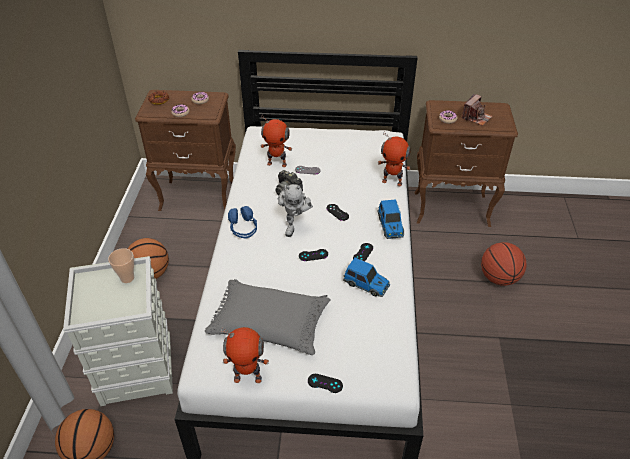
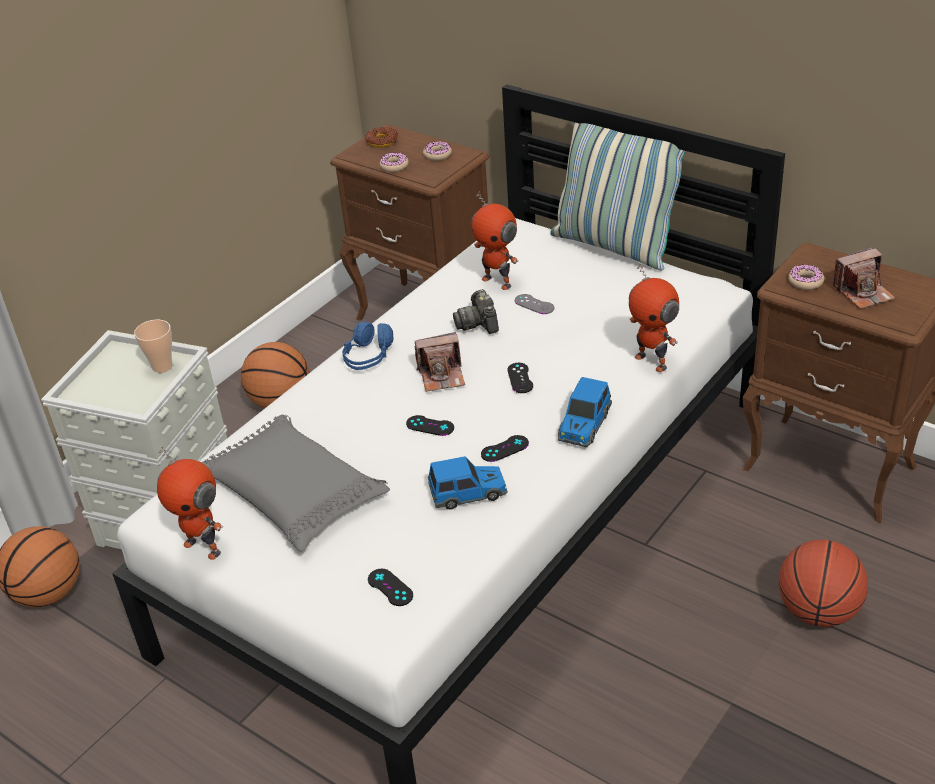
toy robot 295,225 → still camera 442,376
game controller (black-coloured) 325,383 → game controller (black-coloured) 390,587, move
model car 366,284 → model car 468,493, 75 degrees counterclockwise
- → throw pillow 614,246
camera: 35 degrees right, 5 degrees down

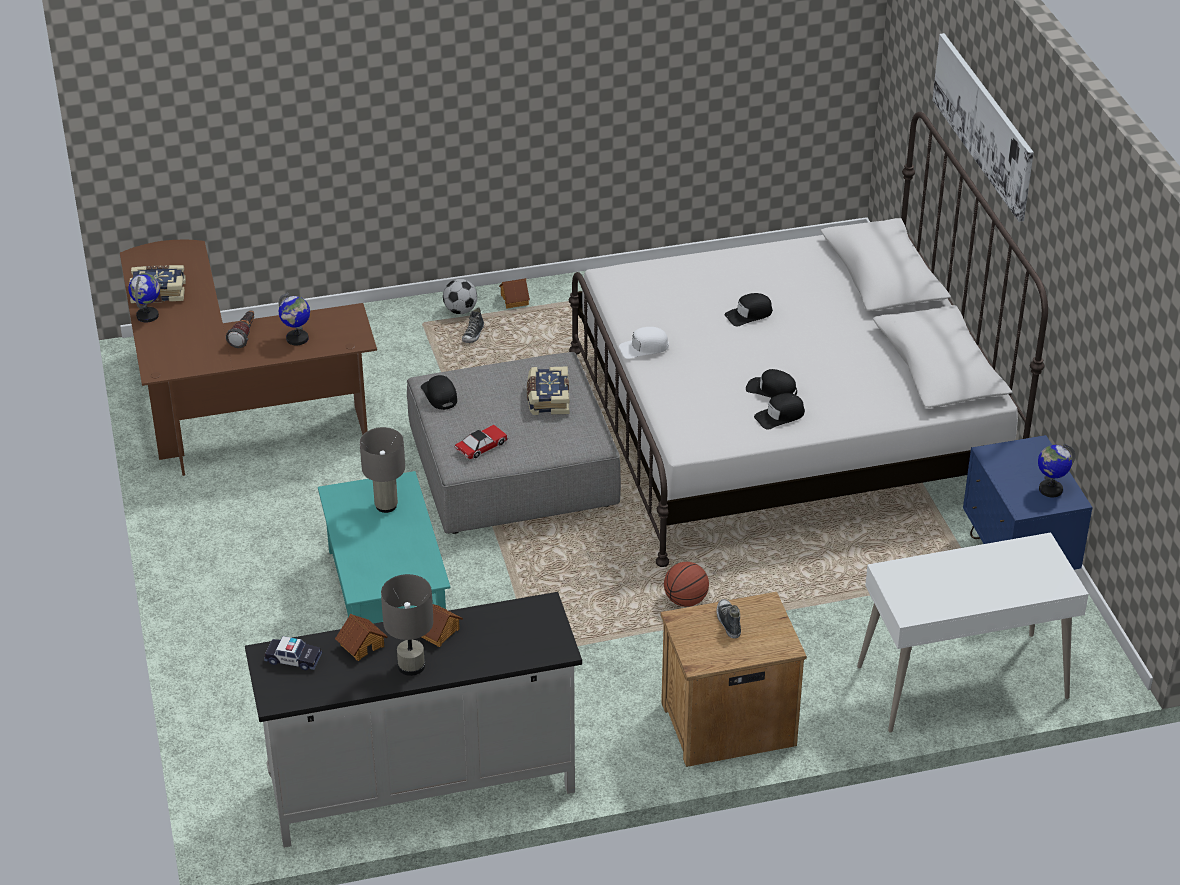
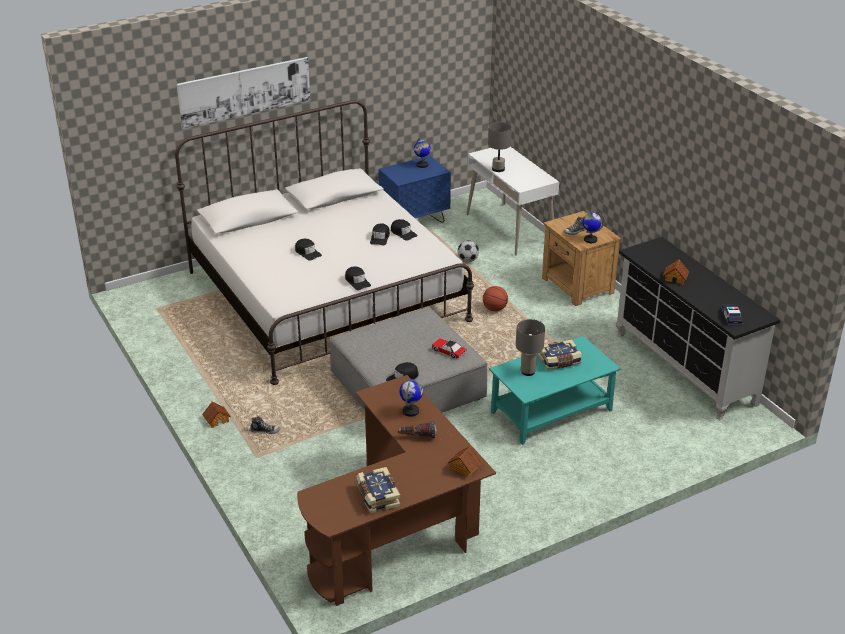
world globe 148,316 → world globe 590,239, move
miniature house 362,645 → miniature house 464,467, move
tabletop lamp (greyish) 411,666 → tabletop lamp (greyish) 498,169, move
ball for football 460,310 → ball for football 467,260, move
volume 547,399 → volume 559,361, move
peaked cap (white) 644,348 → peaked cap (black-coloured) 357,281
camera: 105 degrees left, 5 degrees down

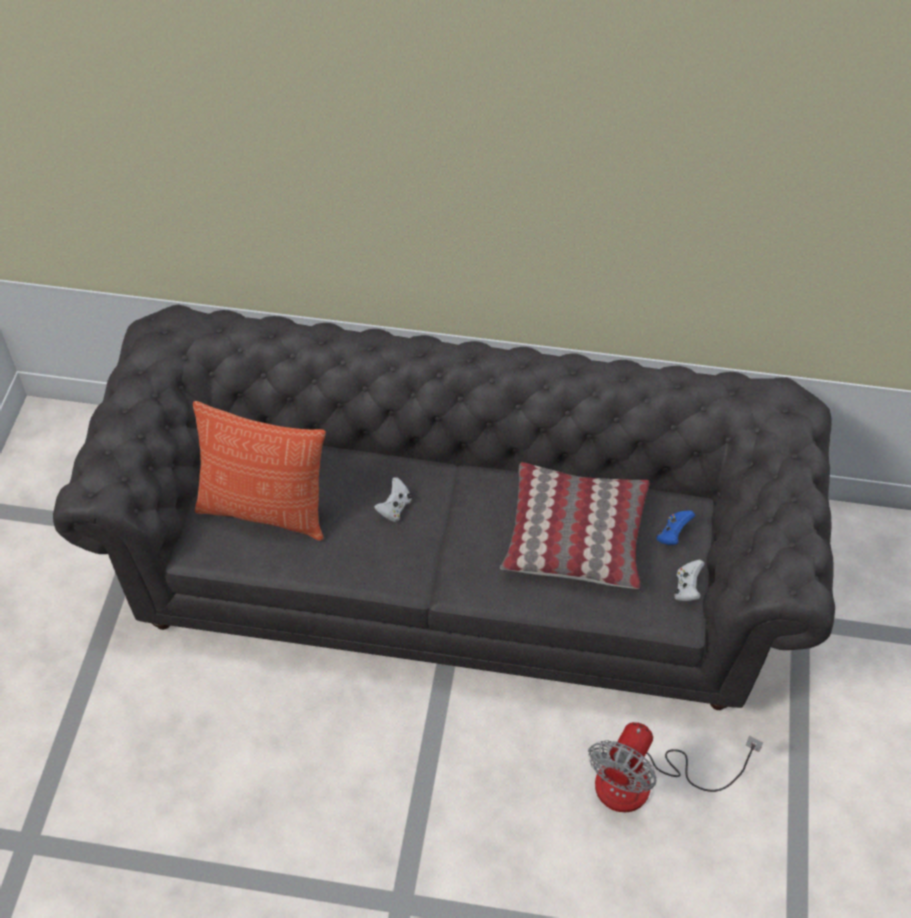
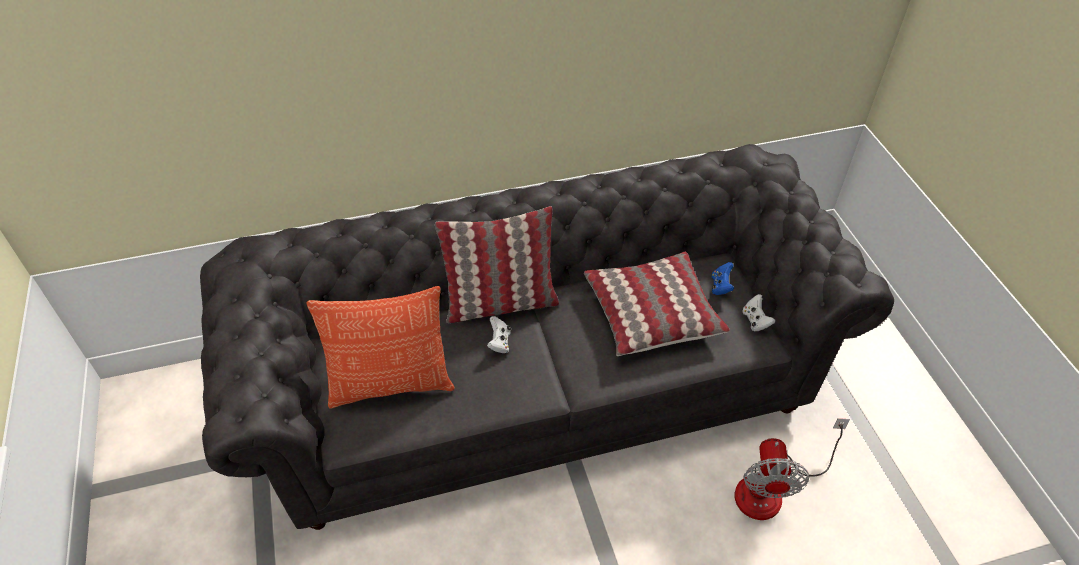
- → throw pillow 500,303
camera: 25 degrees left, 5 degrees down

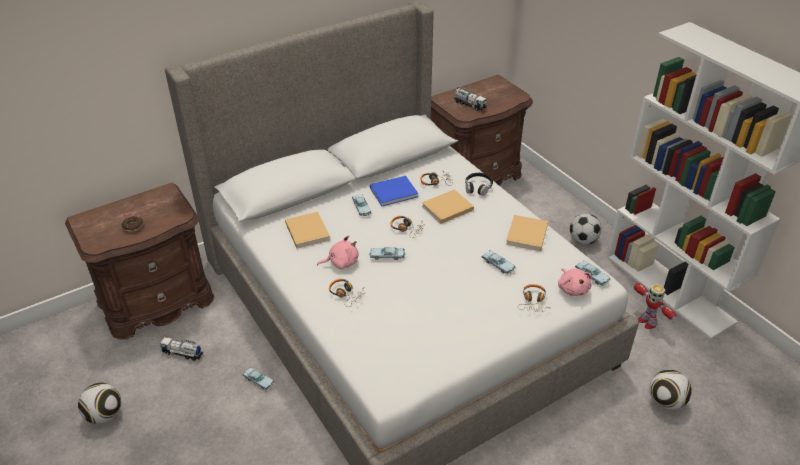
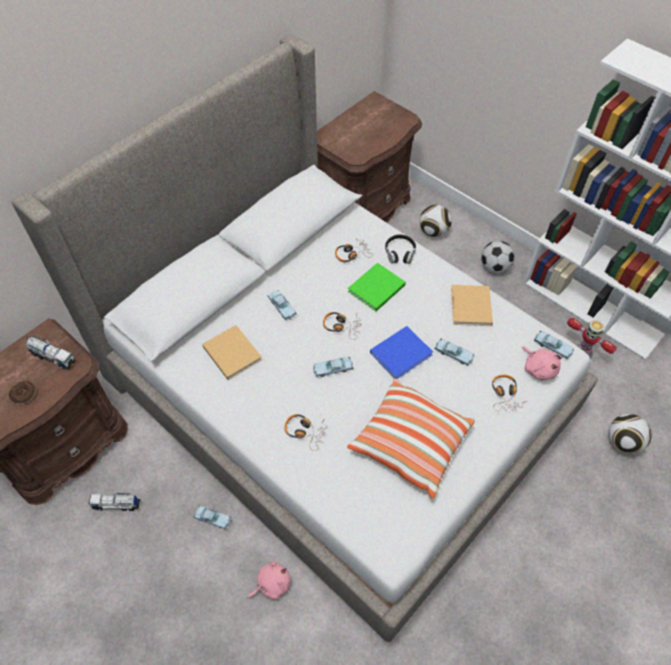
ball for football 104,415 → ball for football 433,231, move
soft toy (pinkish) 341,262 → soft toy (pinkish) 271,584, move
volume (bluish) 395,192 → volume (bluish) 402,353, move
volume (beige-coloured) 446,208 → volume (green) 375,289
toy truck 469,105 → toy truck 53,357, move
- → throw pillow 410,443
camera: 15 degrees left, 15 degrees up

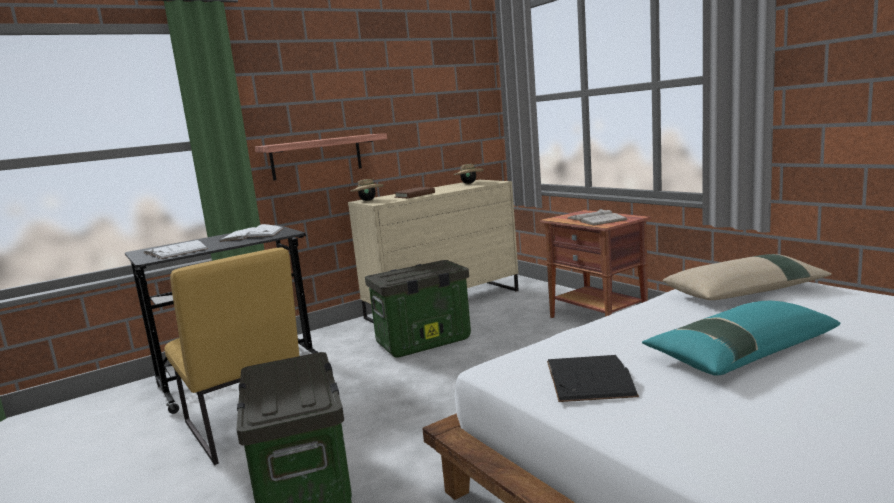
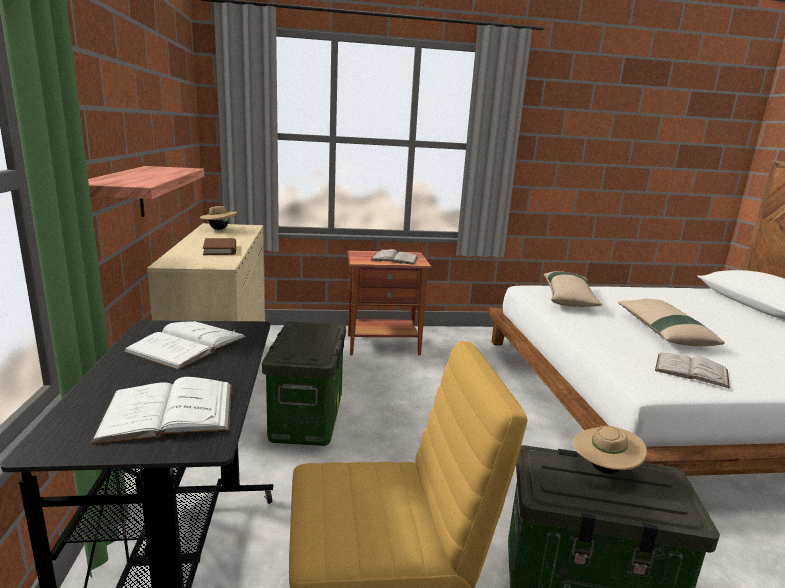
clothing hat (beige-coloured) 368,200 → clothing hat (beige-coloured) 603,469, move
volume (black-coloured) 589,378 → volume (white) 691,370
throw pillow (turquoise-coloured) 740,351 → throw pillow (beige-coloured) 663,331
camera: 65 degrees left, 5 degrees up

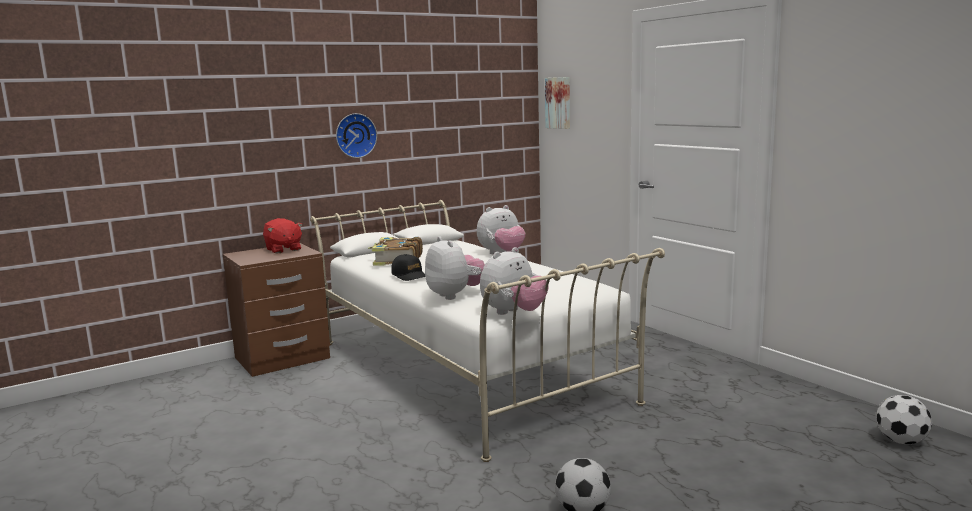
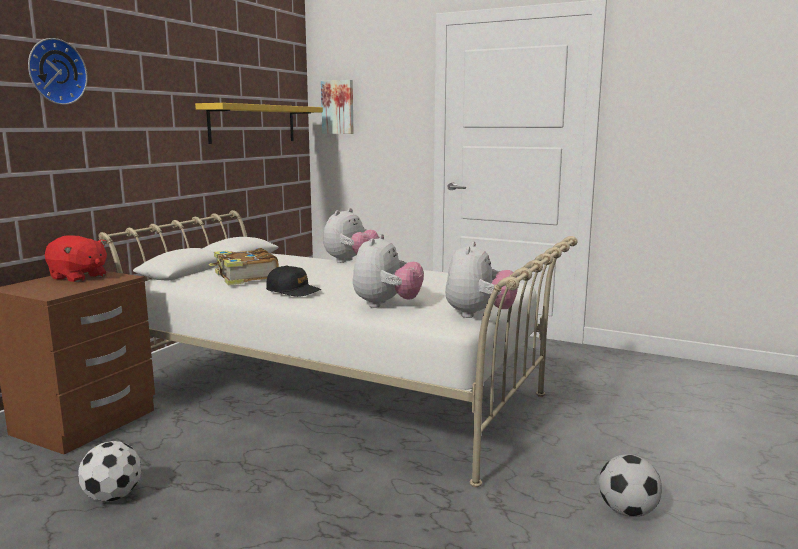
wall clock 355,135 → wall clock 55,72, move
soft toy 455,295 → soft toy 386,305, 75 degrees clockwise
ball for football 900,441 → ball for football 112,496, move
- → bracket shelf (yellow-coloured) 253,124
camera: 30 degrees left, 0 degrees up

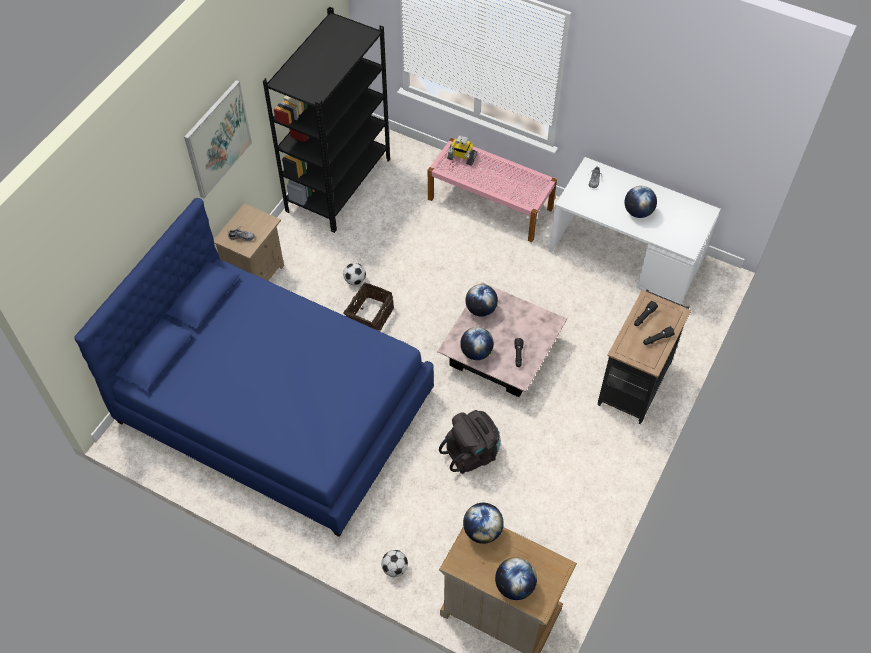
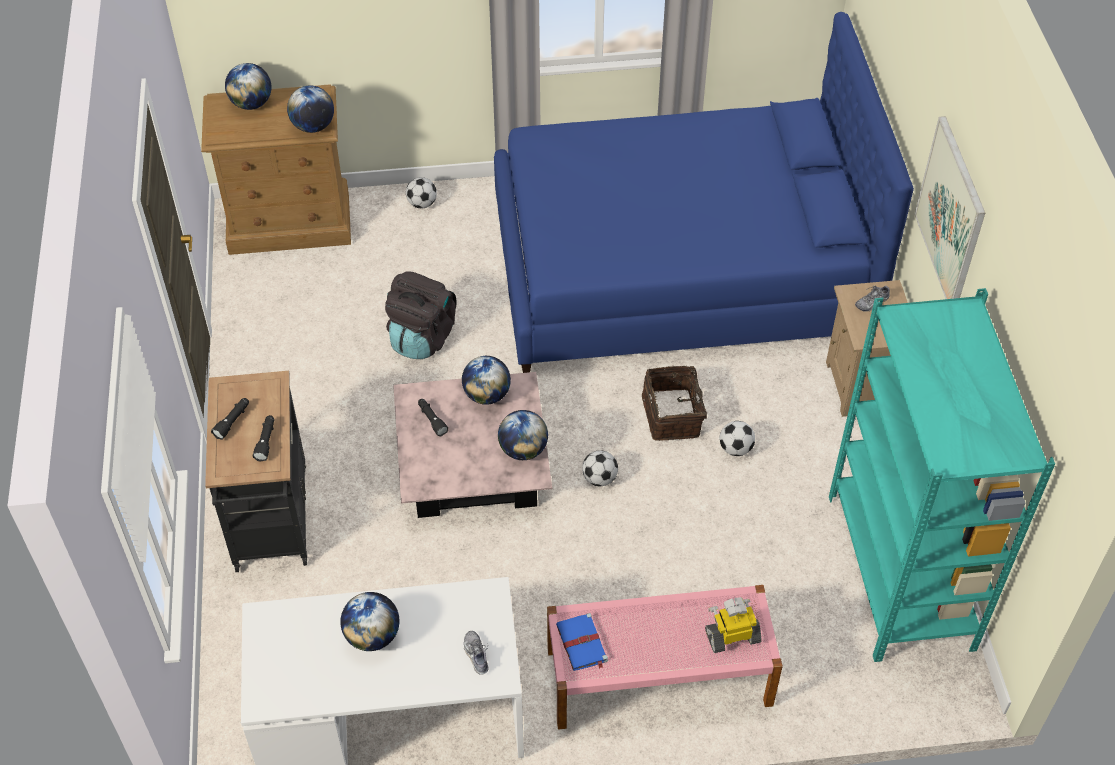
bookcase (black-coloured) 338,185 → bookcase (turquoise-coloured) 899,571
- → volume (bluish) 582,644
- → ball for football 599,478
camera: 145 degrees right, 5 degrees down

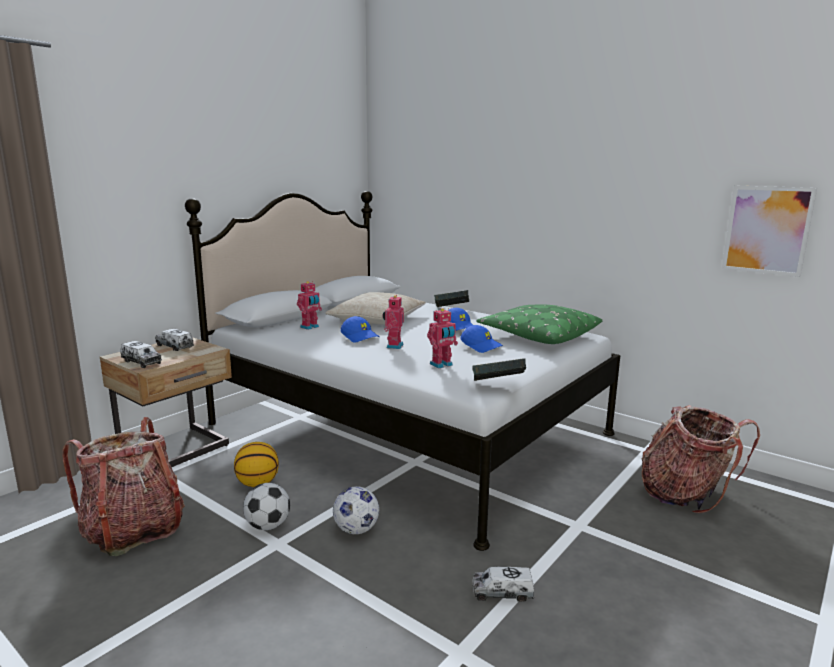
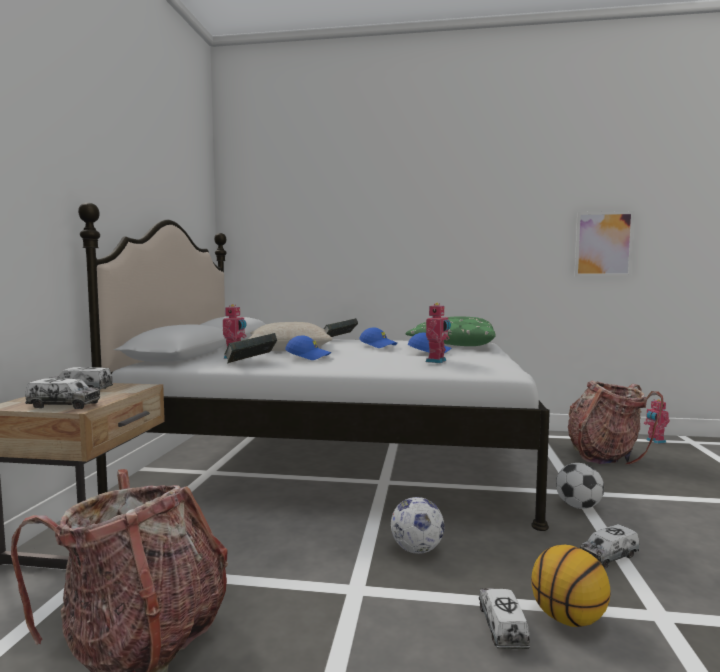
basketball 257,483 → basketball 567,618, move
ball for football 268,526 → ball for football 578,506, move
toy robot 393,346 → toy robot 655,441, move
volume 497,385 → volume 250,363, move
- → toy truck 502,626
camera: 30 degrees left, 10 degrees down

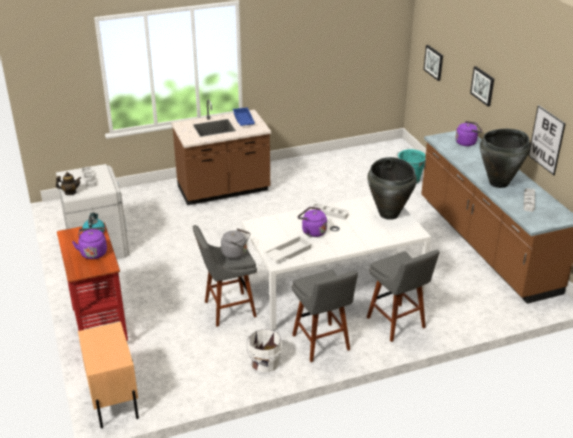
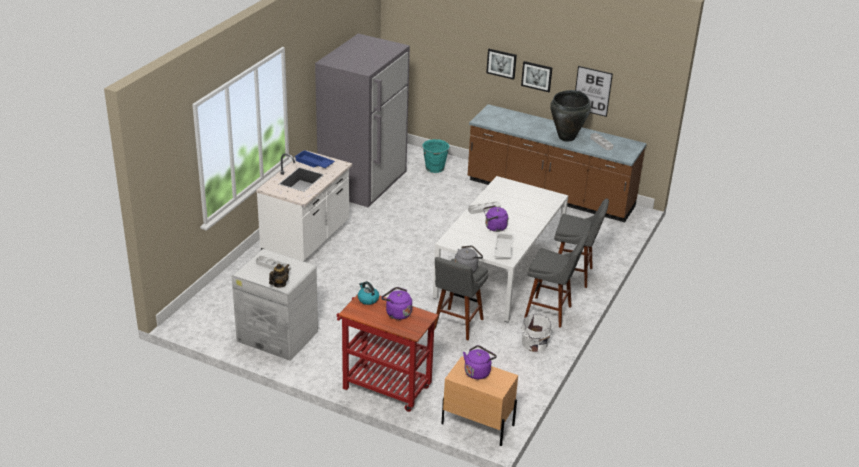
counter (brown-coloured) 224,190 → counter (white) 307,240
vase (black-coloured) 389,214 → -
picture 434,62 → picture 537,76, move
kettle (purplish) 467,142 → kettle (purplish) 478,371, move
- → kitchen fridge (greyish) 363,181
camera: 45 degrees left, 0 degrees up

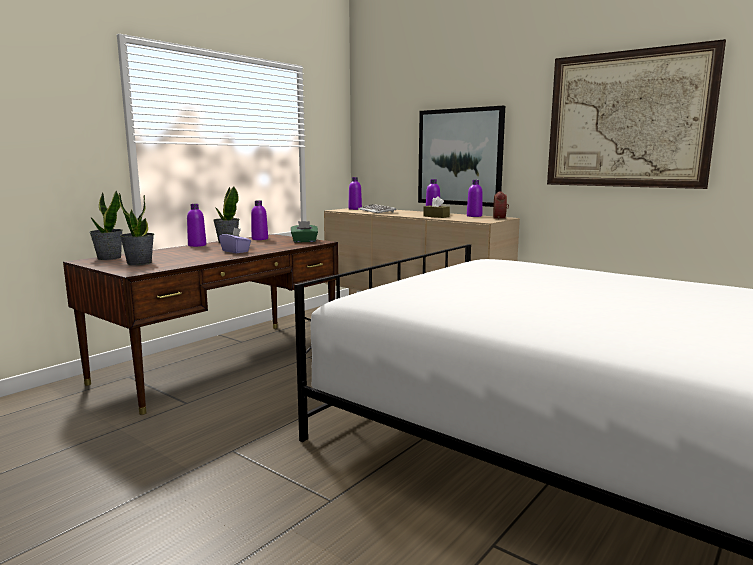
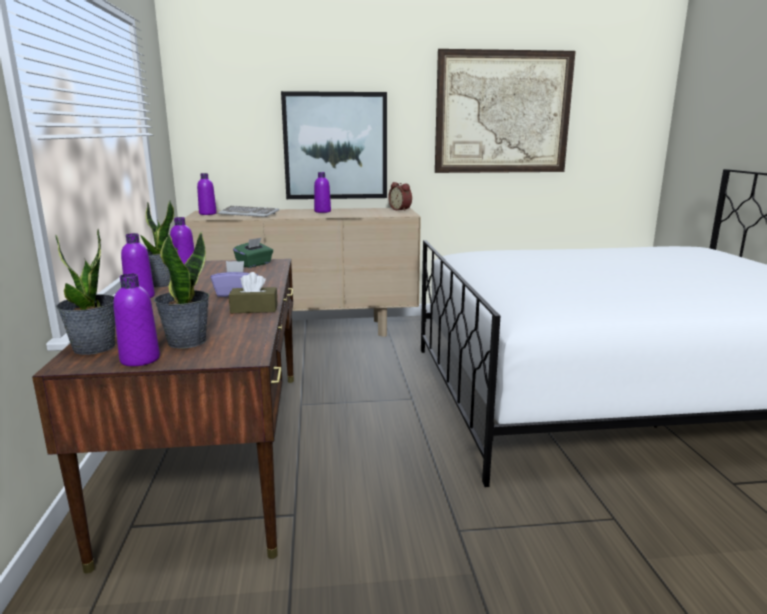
tissue holder (brown-coloured) 436,216 → tissue holder (brown-coloured) 254,309, move
beverage bottle (purplish) 474,216 → beverage bottle (purplish) 140,359, move
camera: 45 degrees left, 5 degrees up

